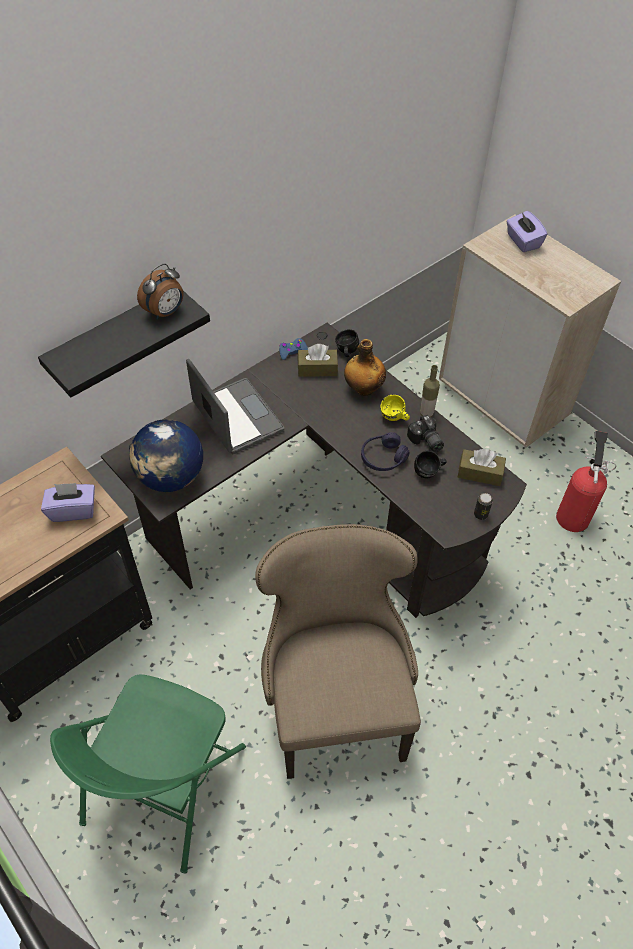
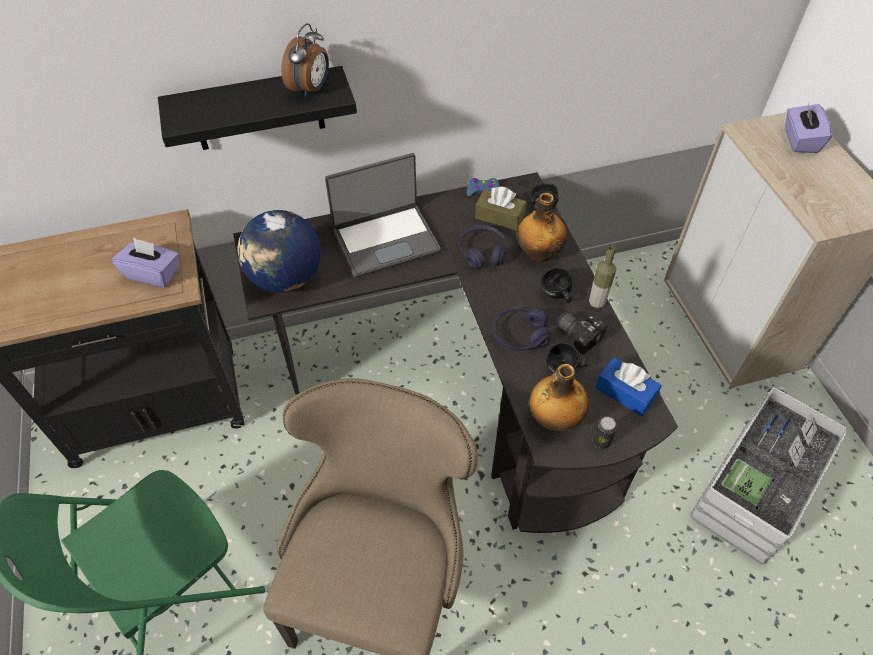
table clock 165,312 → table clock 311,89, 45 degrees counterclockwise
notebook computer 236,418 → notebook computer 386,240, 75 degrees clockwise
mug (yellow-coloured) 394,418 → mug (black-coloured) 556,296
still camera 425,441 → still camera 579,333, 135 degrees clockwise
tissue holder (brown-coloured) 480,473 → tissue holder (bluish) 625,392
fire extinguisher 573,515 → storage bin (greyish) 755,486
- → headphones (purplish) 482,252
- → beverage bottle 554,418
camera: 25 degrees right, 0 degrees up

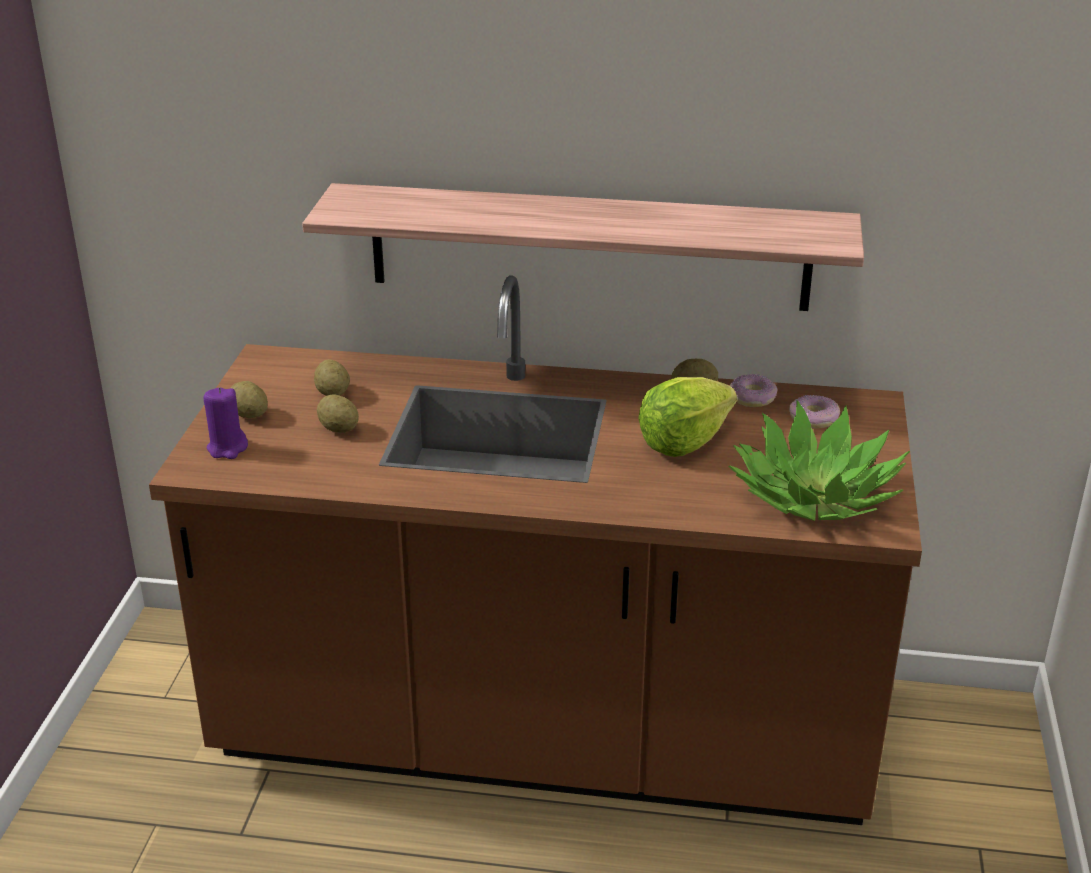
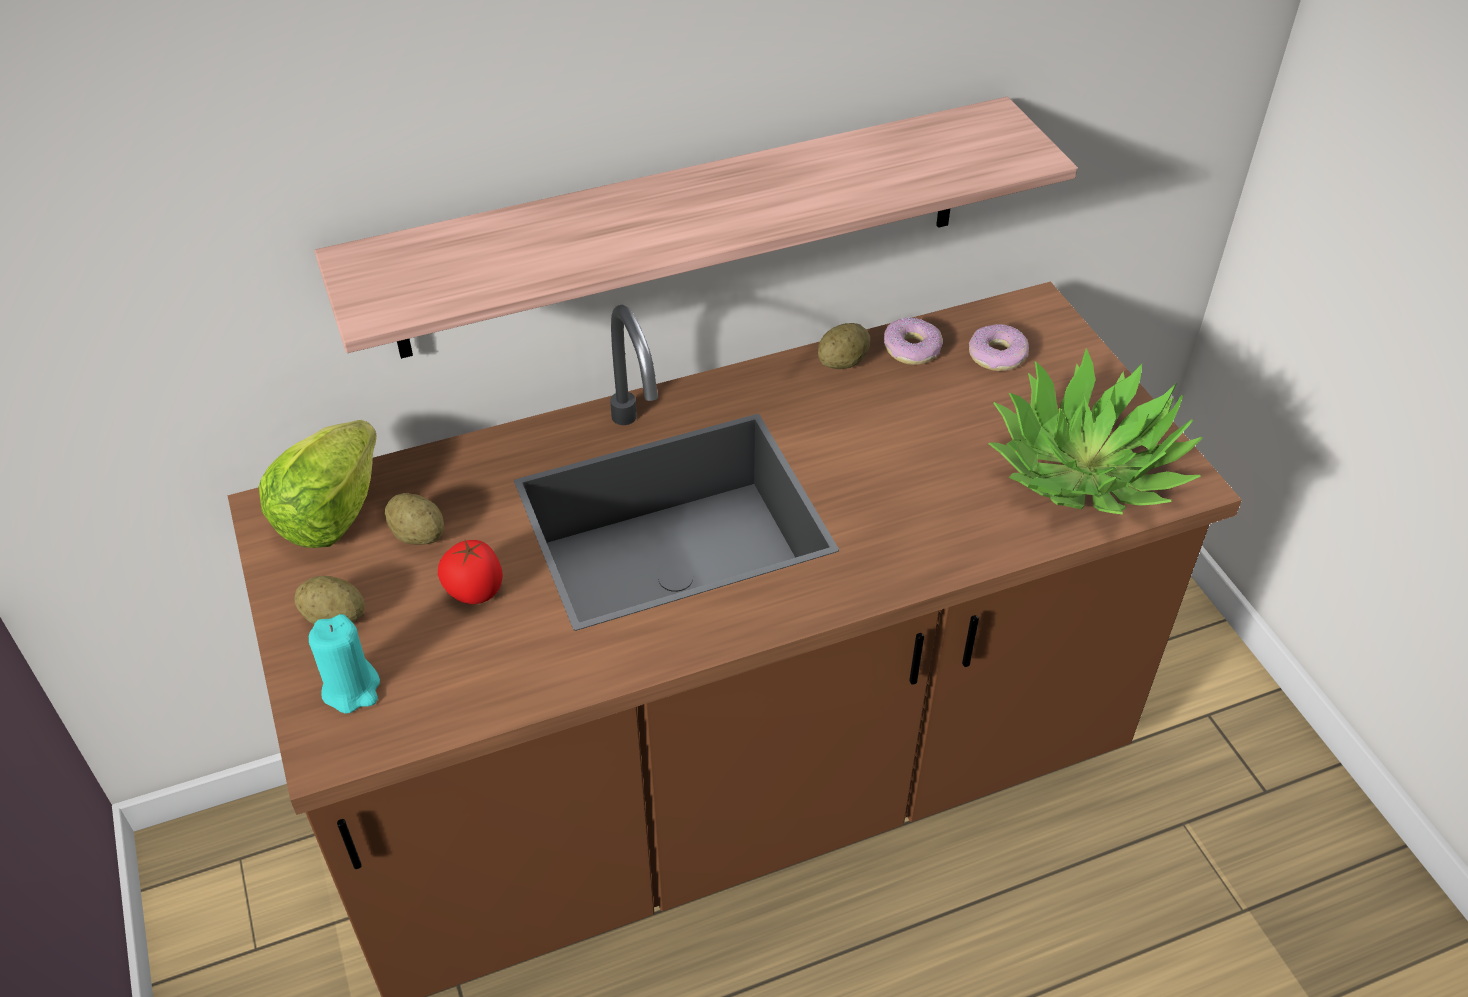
wax light (purplish) 227,448 → wax light (turquoise-coloured) 351,688
whole potato 338,429 → whole tomato 474,592
head of lettuce 684,442 → head of lettuce 330,512, move
camera: 30 degrees left, 15 degrees up

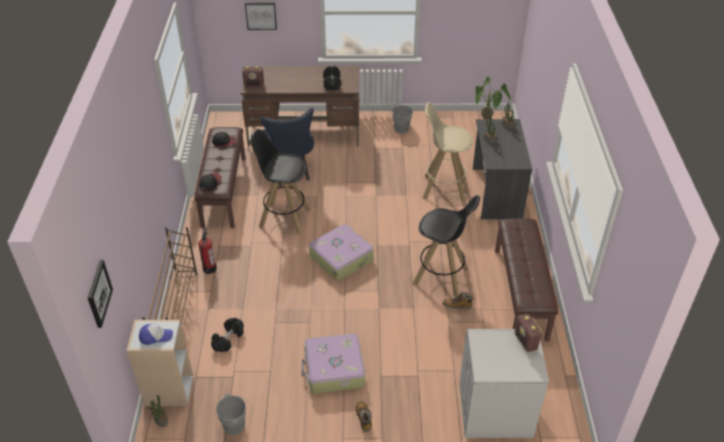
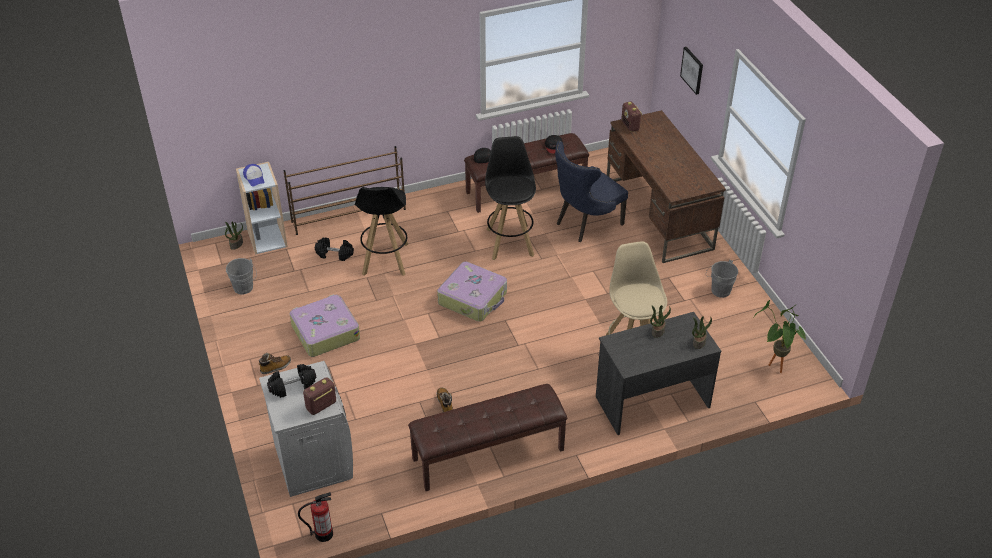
picture 98,293 → -
fire extinguisher 209,269 → fire extinguisher 323,534, move
hand weight (black-coloured) 332,83 → hand weight (black-coloured) 292,386, move
stool seat (black-coloured) 441,277 → stool seat (black-coloured) 385,259, move
camera: 70 degrees right, 0 degrees up

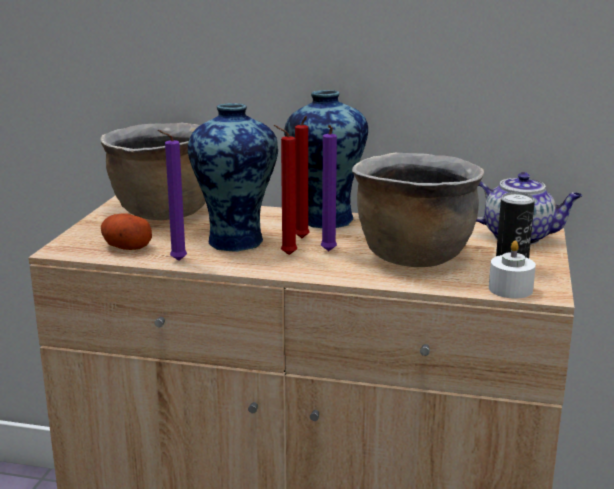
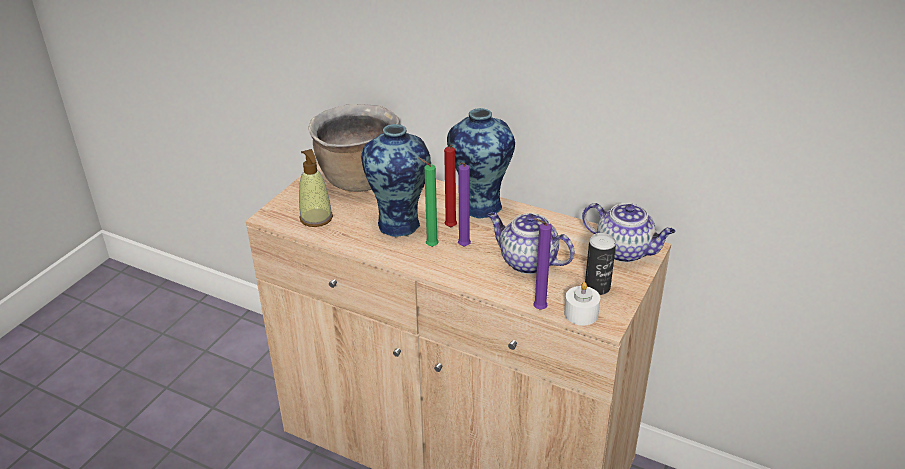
whole potato 125,246 → soap dispenser 316,218
wax light (purplish) 176,261 → wax light (purplish) 537,309, move
wax light (reddish) 286,255 → wax light (green) 430,246
saucepot (brown-coloured) 413,256 → teapot 527,262
camera: 15 degrees right, 15 degrees up

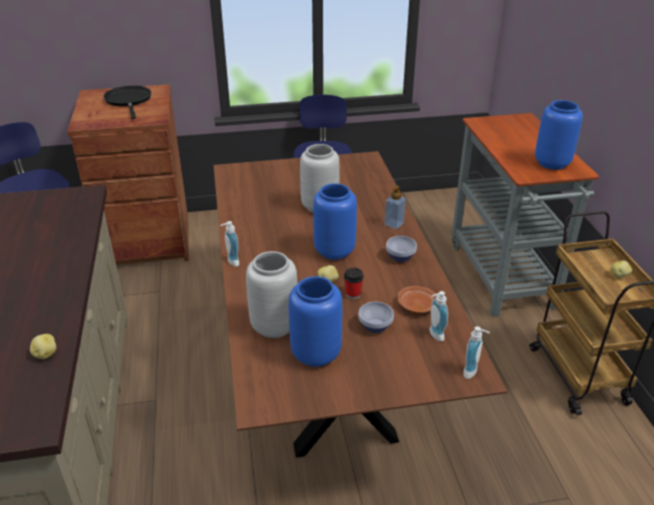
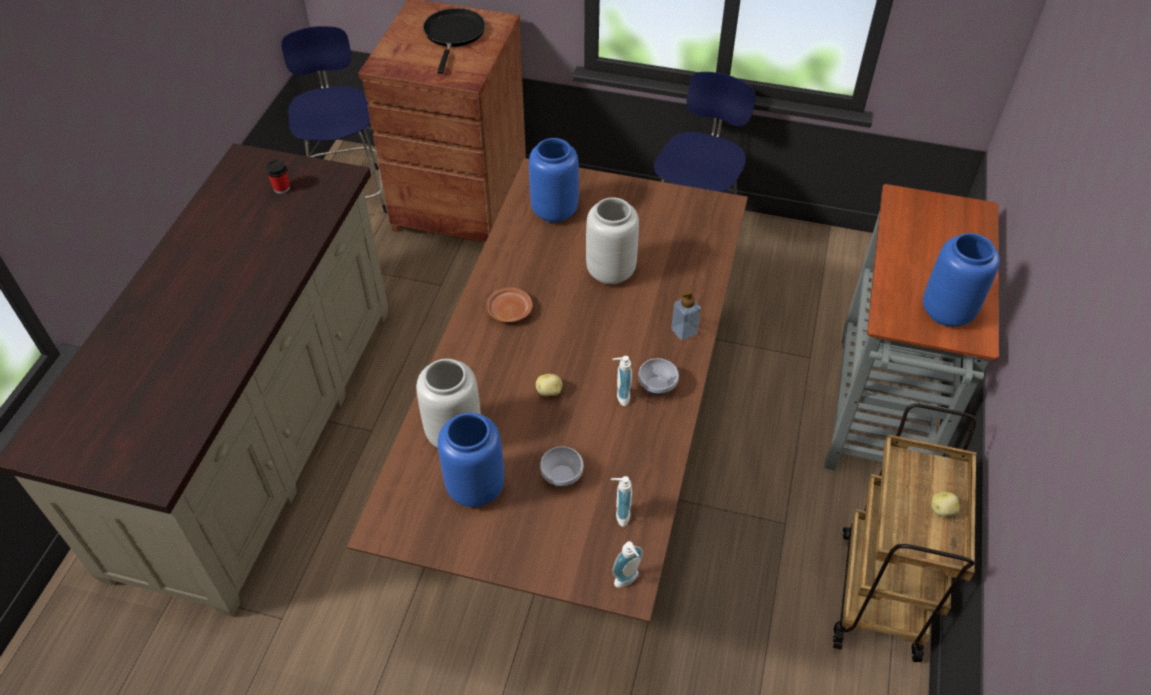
whole potato 45,354 → -
soap dispenser 231,262 → soap dispenser 620,396, move
vase (bluish) 335,251 → vase (bluish) 554,212, move
small cup 353,294 → small cup 281,188, move
flat dish (brown-coloured) 416,305 → flat dish (brown-coloured) 509,310, move
camera: 25 degrees right, 15 degrees up

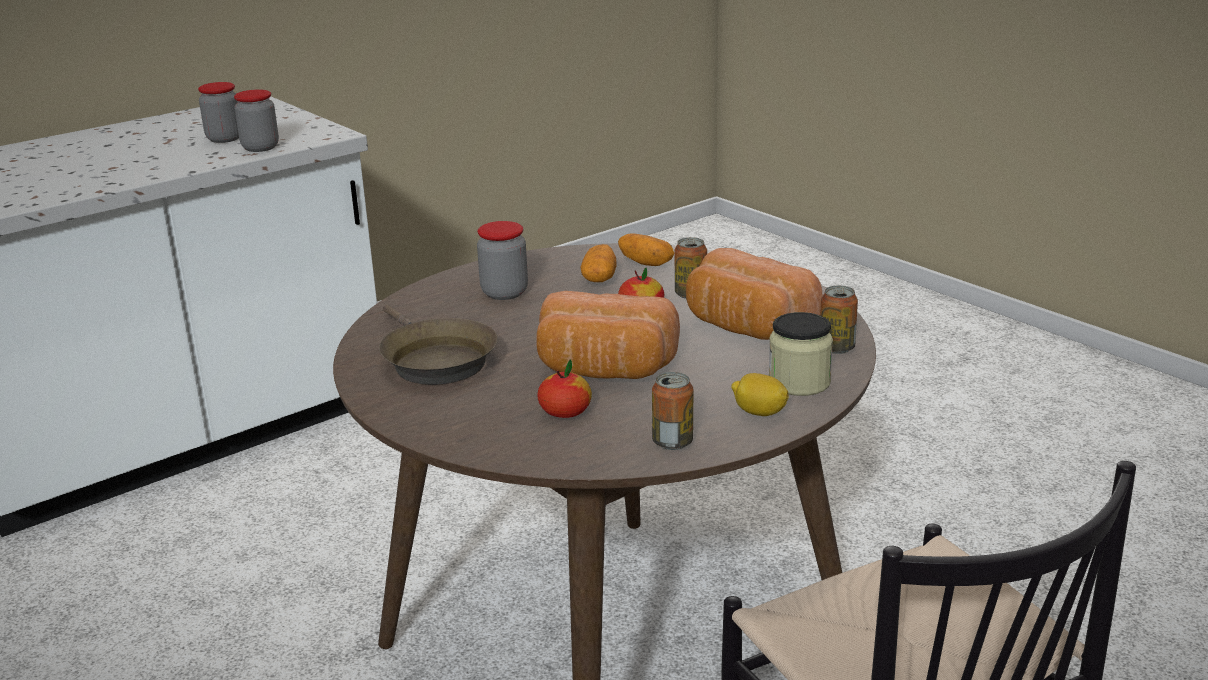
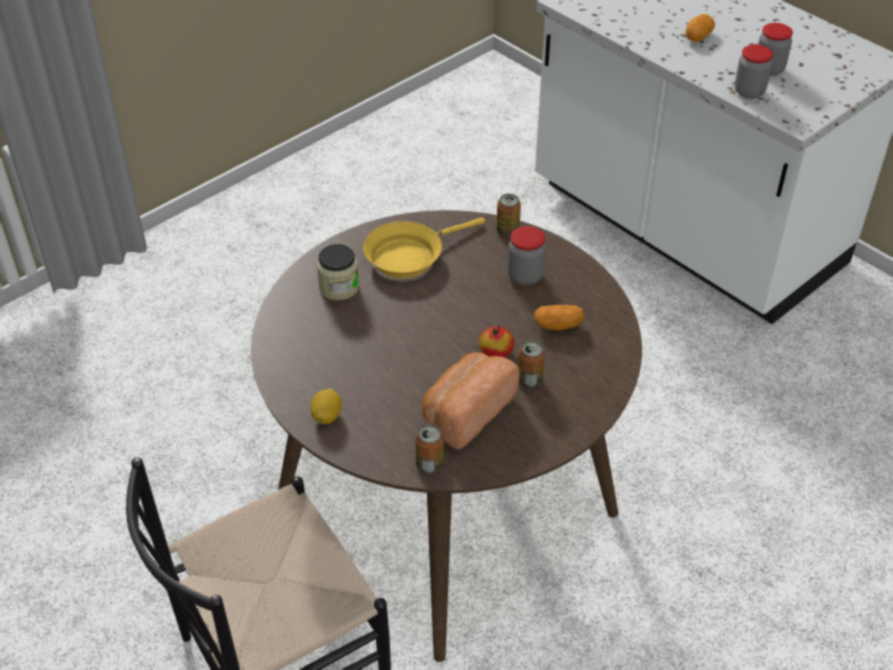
frying pan (brown-coloured) 434,361 → frying pan (yellow-coloured) 409,255
baked bread 604,370 → -
apple fruit 565,412 → -
whole potato 646,263 → whole potato 698,36, move
can 672,442 → can 507,231, move
jar 799,382 → jar 339,287, move
camera: 85 degrees right, 20 degrees up

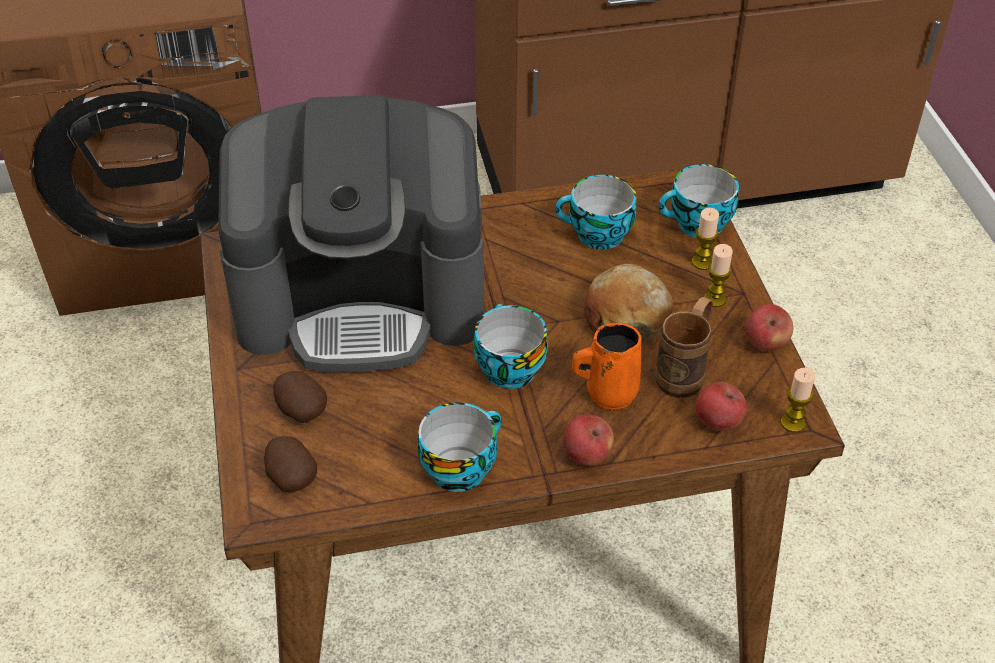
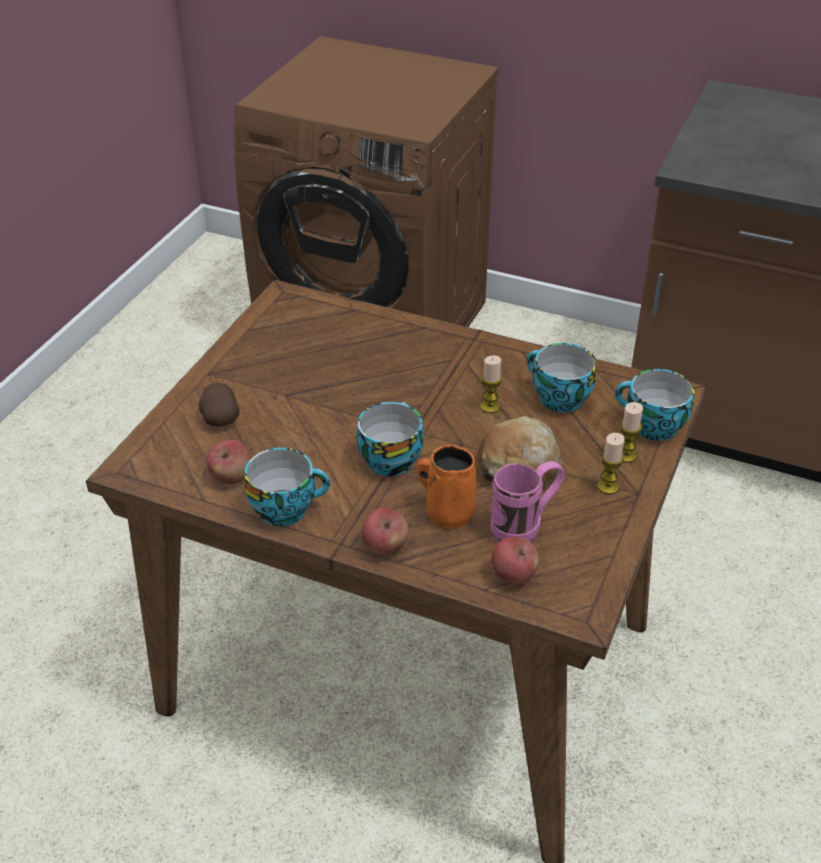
coffee brewer 363,296 → -
whole potato 290,476 → -
mug (brown-coloured) 685,372 → mug (pinkish) 525,527
apple fruit 765,343 → apple fruit 232,477, move
wax light 792,423 → wax light 490,407, move
camera: 35 degrees right, 5 degrees down

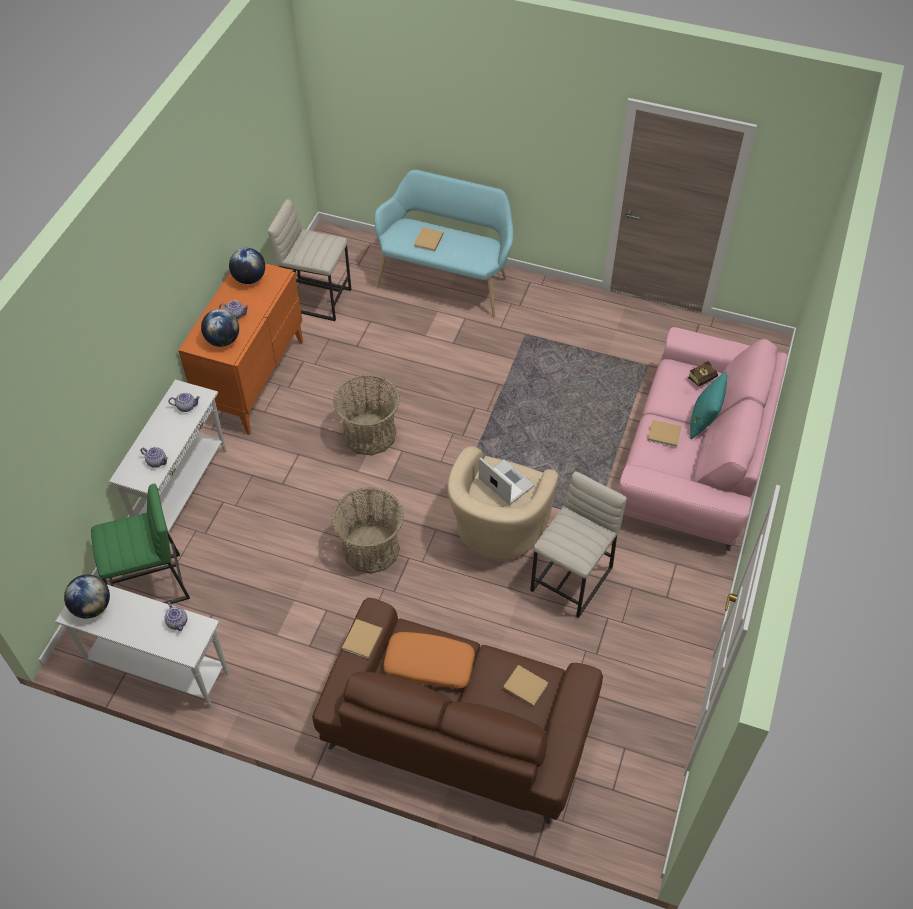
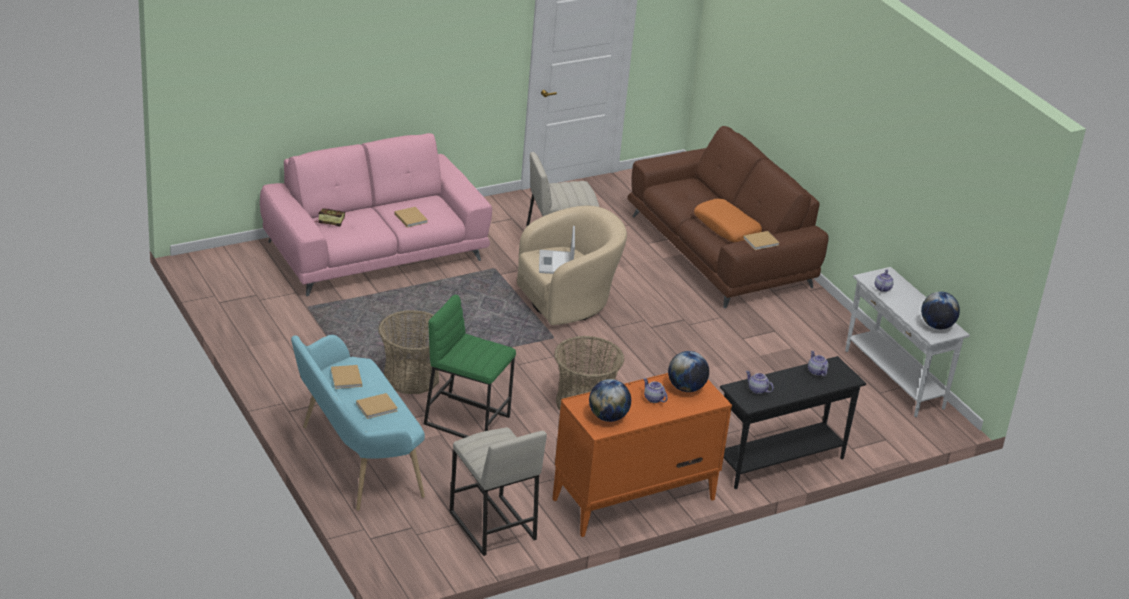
stool seat (green) 150,585 → stool seat (green) 466,420, move
console table (white) 182,489 → console table (black-coloured) 779,463
storage basket 371,549 → storage basket 411,377, move
volume (beige-coloured) 524,685 → volume (beige-coloured) 346,379, move
throw pillow (turquoise-coloured) 703,421 → -
camera: 140 degrees left, 20 degrees down

